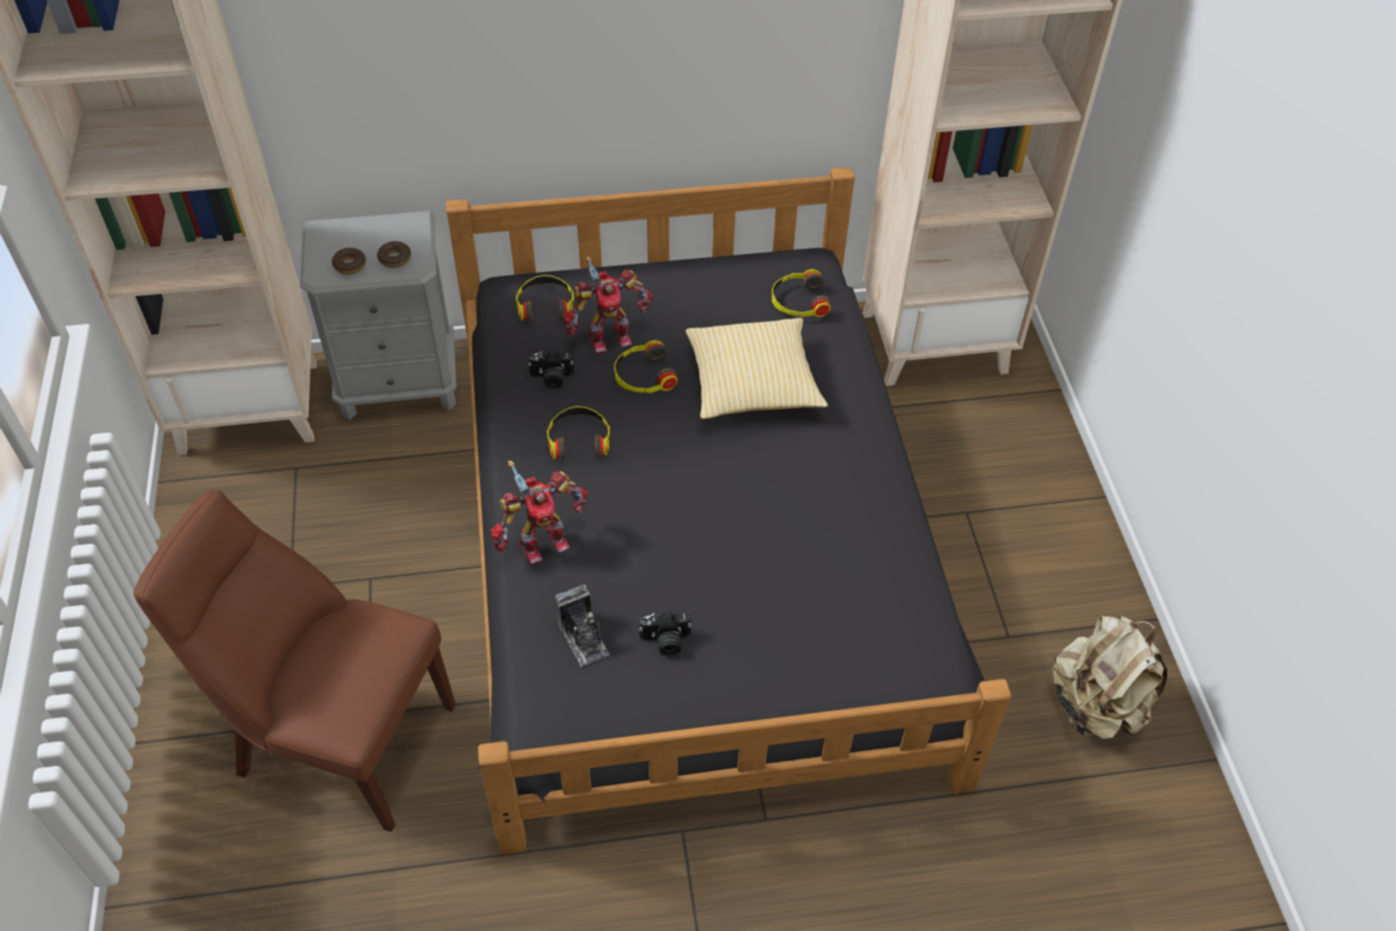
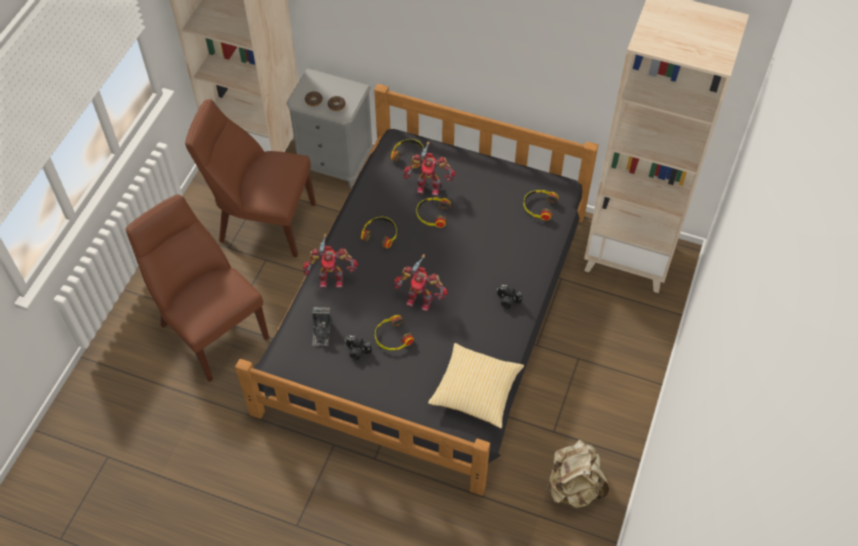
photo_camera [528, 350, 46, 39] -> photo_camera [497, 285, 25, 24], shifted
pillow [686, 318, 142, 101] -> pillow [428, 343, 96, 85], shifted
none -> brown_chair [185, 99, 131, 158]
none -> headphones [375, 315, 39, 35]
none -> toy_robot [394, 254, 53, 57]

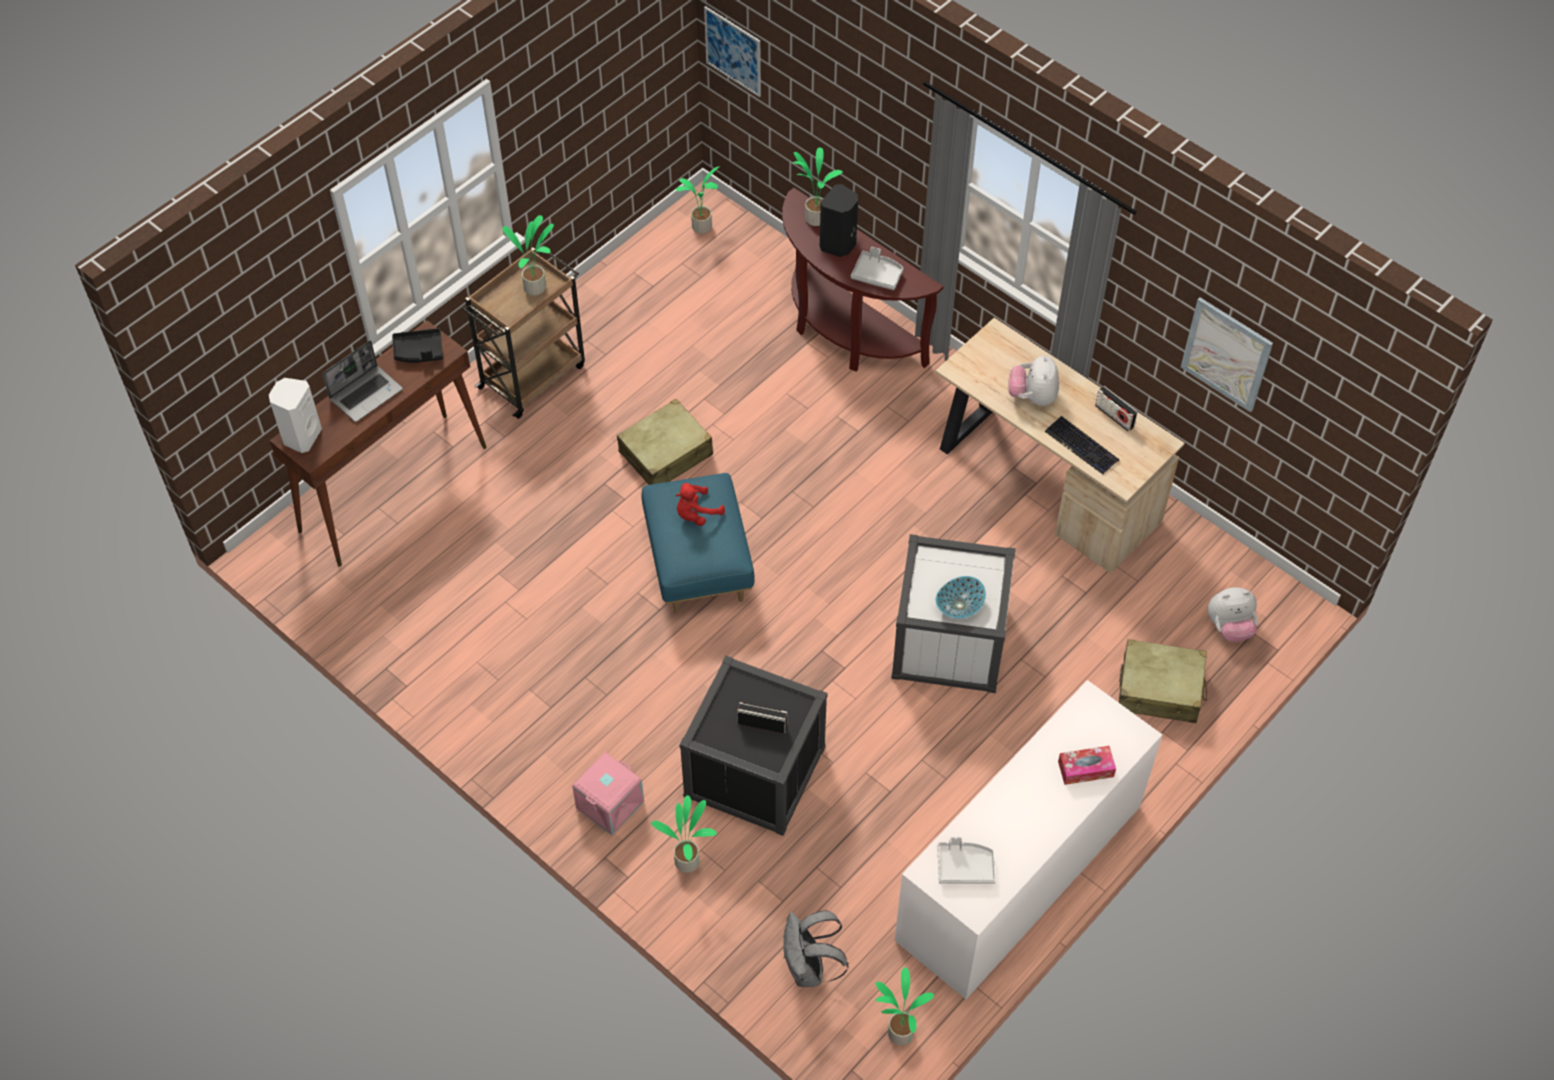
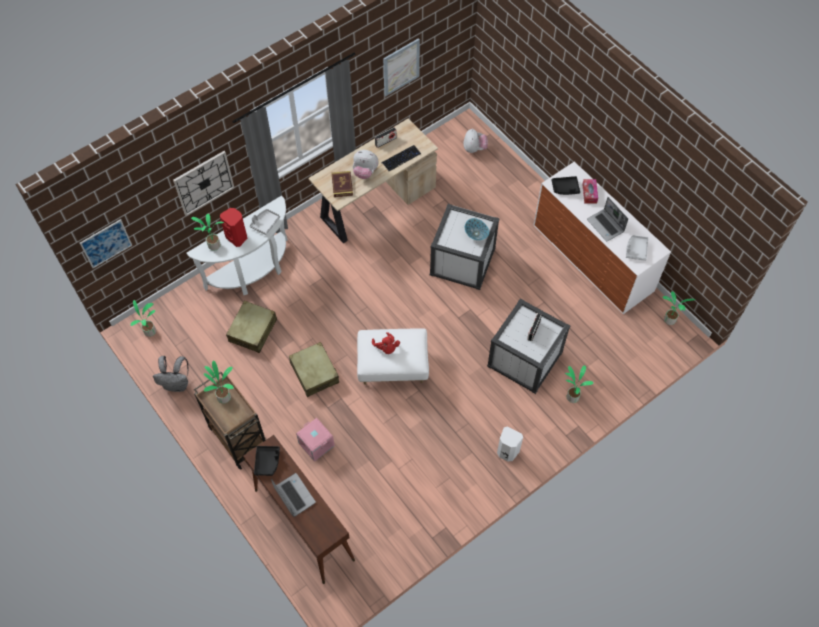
white_speaker [269, 378, 53, 75] -> white_speaker [497, 426, 26, 36], shifted
pink_storage_box [572, 752, 72, 83] -> pink_storage_box [296, 418, 39, 44], shifted
blue_ottoman [642, 473, 113, 140] -> white_ottoman [357, 328, 72, 57]
black_storage_box [679, 655, 149, 181] -> white_storage_box [487, 298, 83, 96]
brown_console_table [782, 188, 162, 184] -> white_console_table [187, 196, 101, 99]
grey_backpack [783, 911, 66, 76] -> grey_backpack [153, 356, 35, 36], shifted
black_speaker [820, 184, 38, 73] -> red_speaker [220, 208, 27, 39]
beige_suitcase [1119, 639, 88, 84] -> beige_suitcase [226, 301, 51, 52], shifted
none -> wall_clock [173, 151, 62, 65]
none -> book [332, 171, 21, 26]
none -> black_tray [552, 176, 28, 19]
none -> laptop [587, 197, 41, 44]

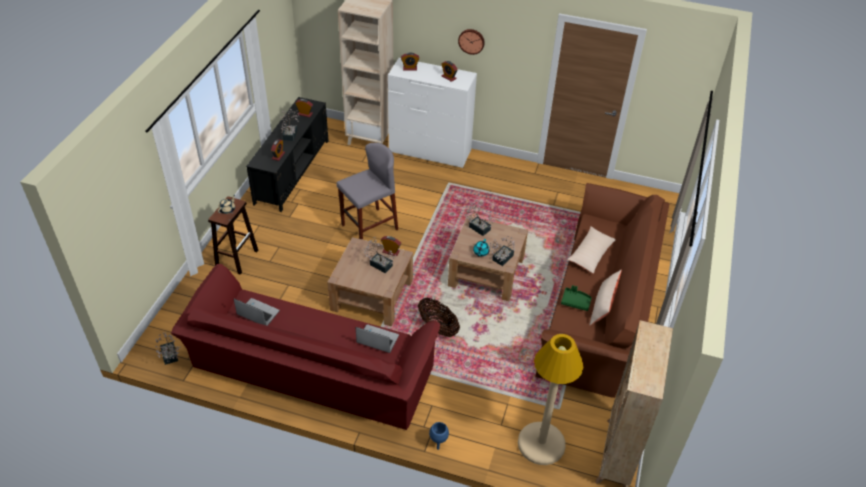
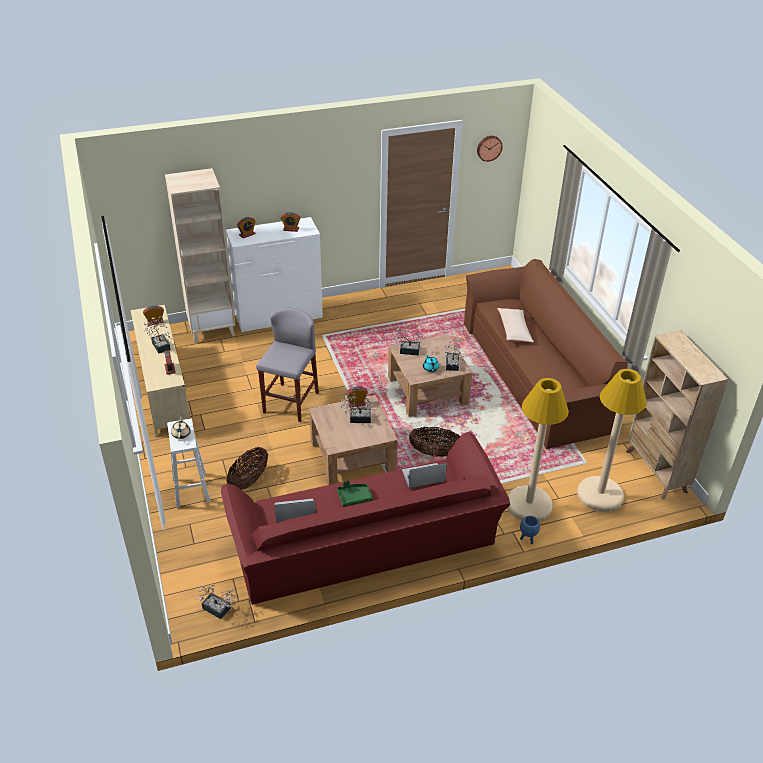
brown_stool [208, 196, 50, 79] -> white_stool [167, 419, 43, 89]
black_tv_stand [246, 97, 83, 115] -> beige_tv_stand [131, 305, 59, 131]
wall_clock [458, 29, 27, 26] -> wall_clock [477, 136, 26, 26], shifted
green_tray [561, 285, 31, 26] -> green_tray [337, 481, 36, 26], shifted
beige_pillow [589, 270, 33, 56] -> none
none -> basket [226, 447, 42, 43]
none -> beige_floor_lamp [507, 378, 62, 143]

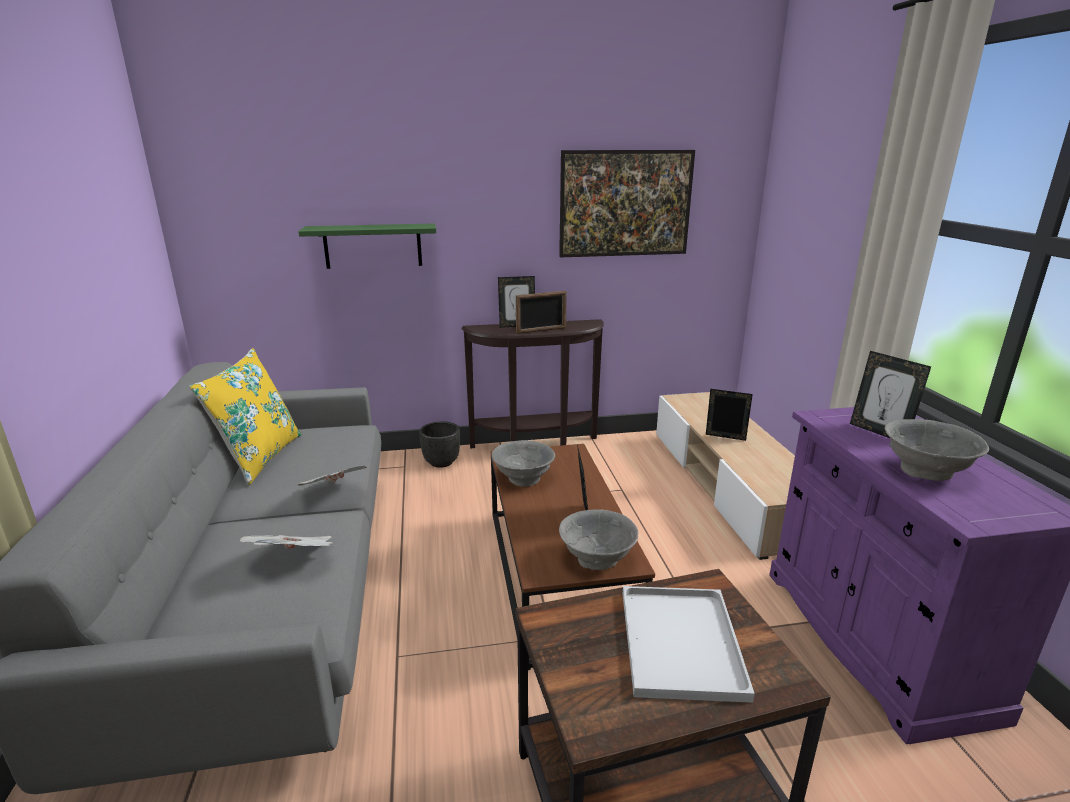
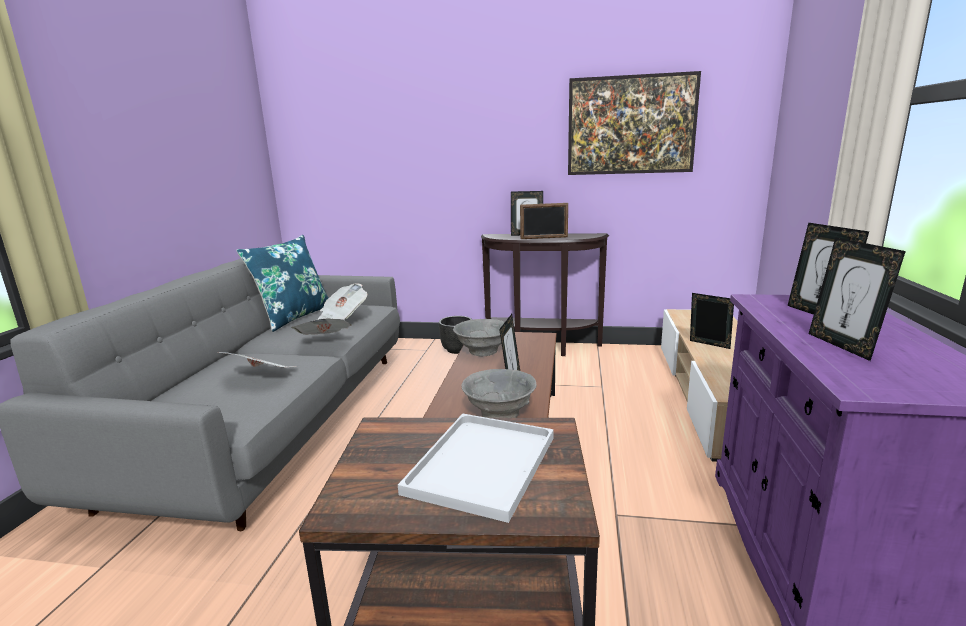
yellow_pillow [189, 348, 112, 137] -> blue_pillow [236, 235, 93, 97]
green_shelf [298, 223, 138, 46] -> none
grey_bowl [885, 419, 104, 62] -> picture_frame [808, 237, 98, 124]
none -> newspaper [317, 283, 50, 37]

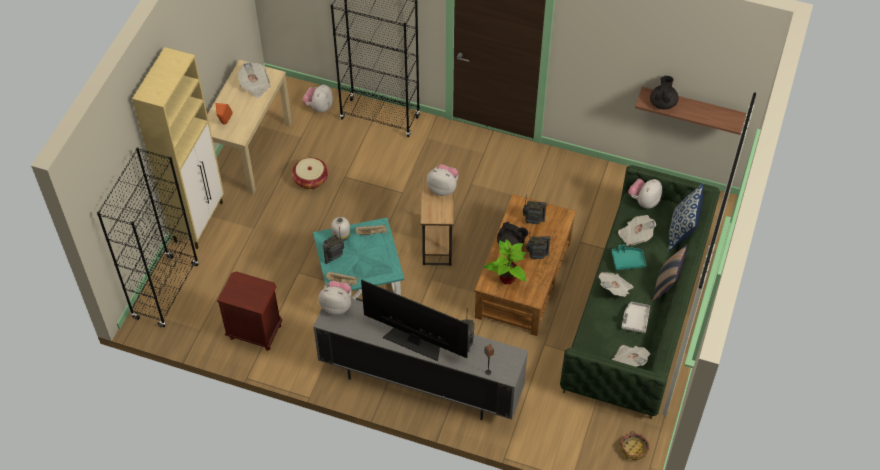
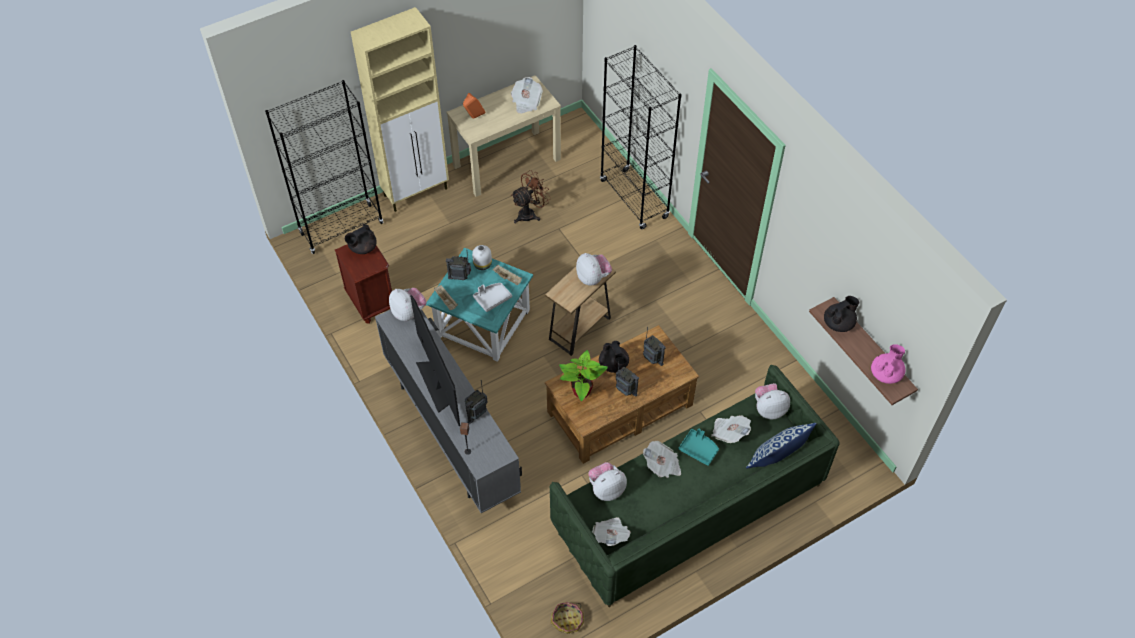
basket [292, 158, 36, 31] -> brown_fan [511, 170, 40, 53]
plush_toy [302, 84, 31, 28] -> plush_toy [588, 462, 39, 39], shifted
grey_tray [621, 302, 29, 31] -> grey_tray [473, 283, 39, 29], shifted
pillow [652, 244, 35, 58] -> none
none -> black_teapot [345, 224, 32, 30]
none -> pink_teapot [871, 344, 34, 40]

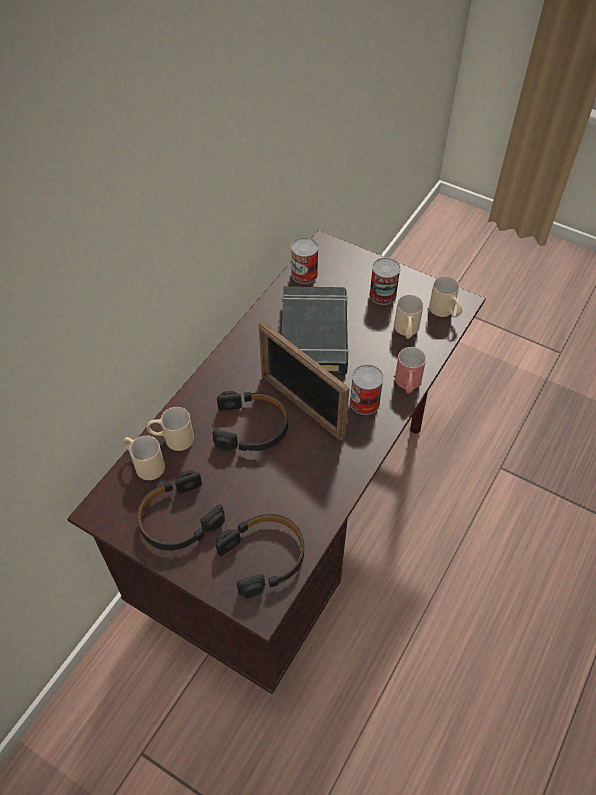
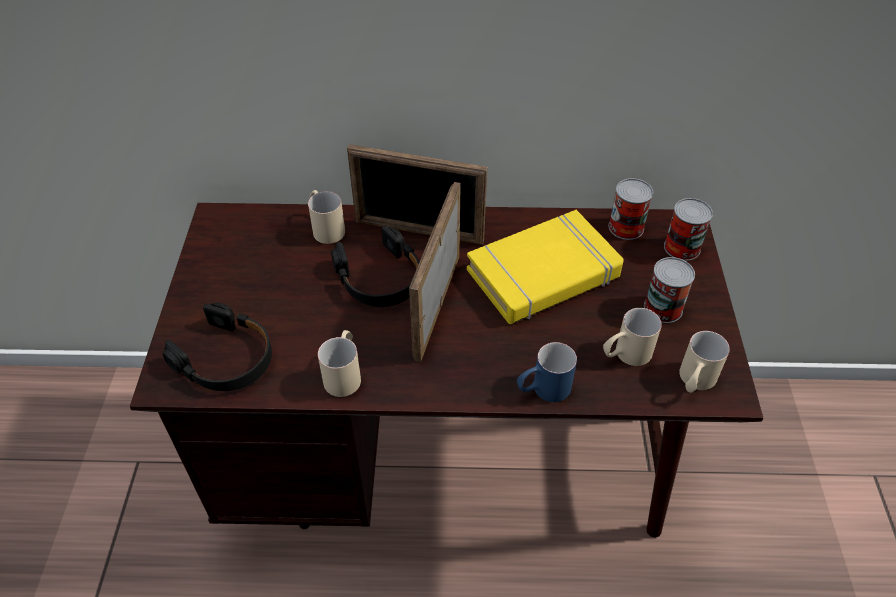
beige_mug [123, 436, 42, 44] -> beige_mug [318, 330, 43, 67], shifted
black_headphones [137, 470, 88, 80] -> none
black_book [282, 286, 67, 89] -> yellow_book [467, 210, 157, 114]
can [350, 364, 34, 51] -> can [664, 198, 49, 63], shifted
red_mug [395, 347, 31, 46] -> blue_mug [517, 342, 60, 60]
none -> picture_frame [347, 144, 141, 101]

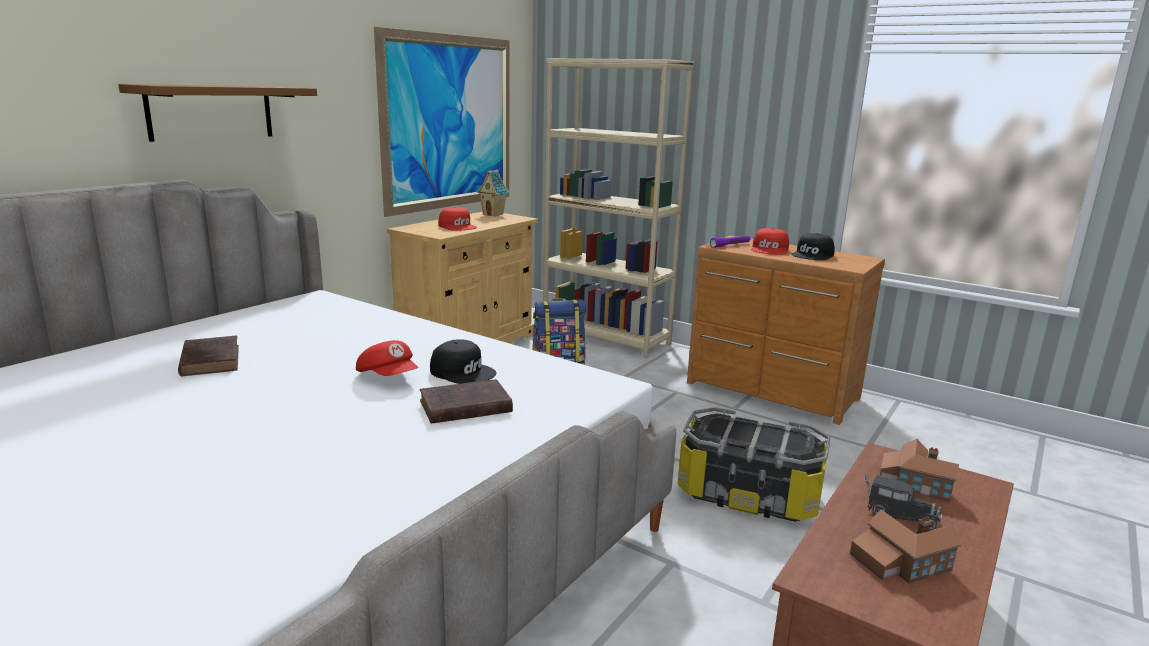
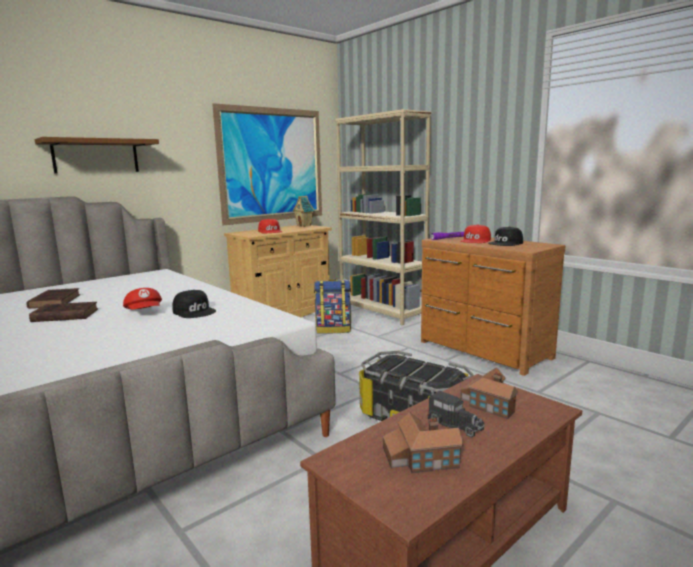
brown_book [420, 379, 93, 45] -> brown_book [29, 302, 69, 20], shifted

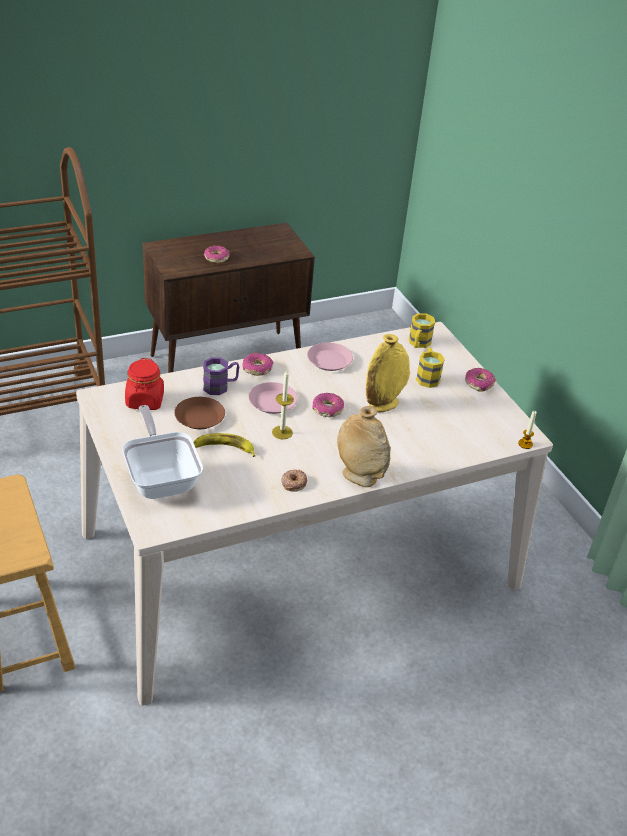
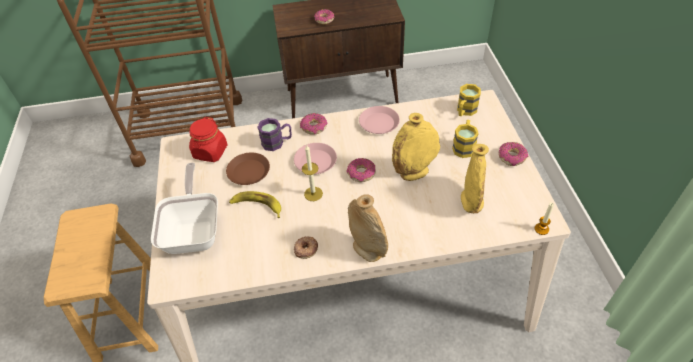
none -> yellow_vase [461, 144, 28, 69]

